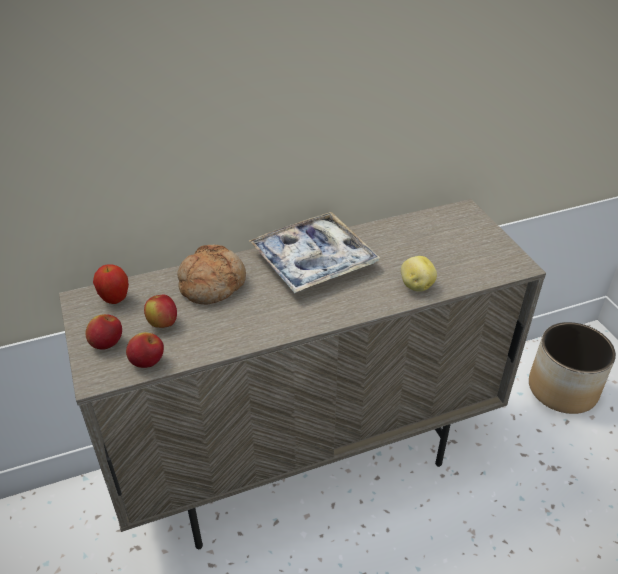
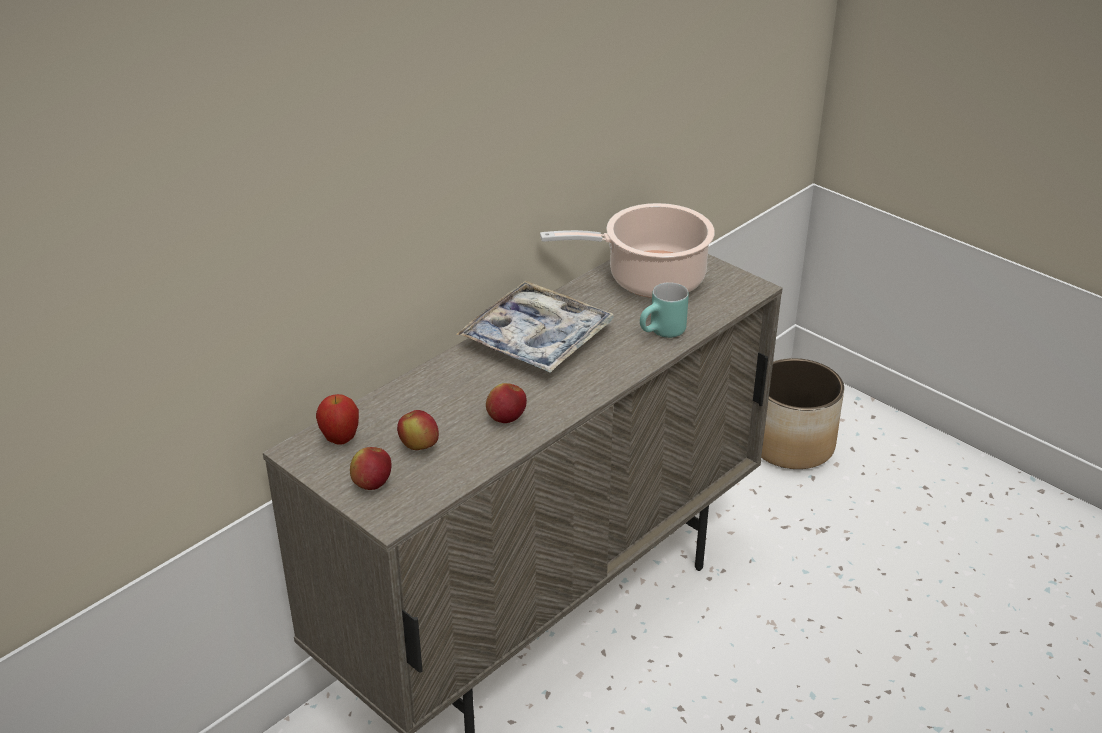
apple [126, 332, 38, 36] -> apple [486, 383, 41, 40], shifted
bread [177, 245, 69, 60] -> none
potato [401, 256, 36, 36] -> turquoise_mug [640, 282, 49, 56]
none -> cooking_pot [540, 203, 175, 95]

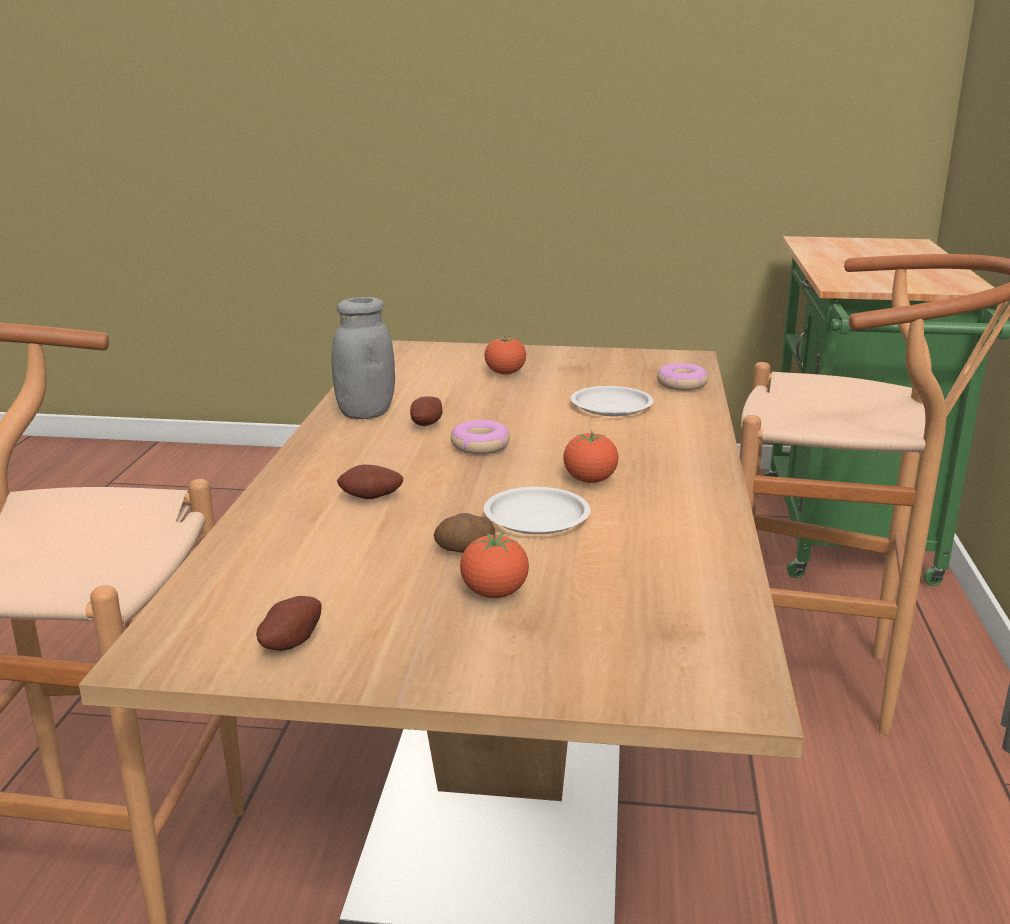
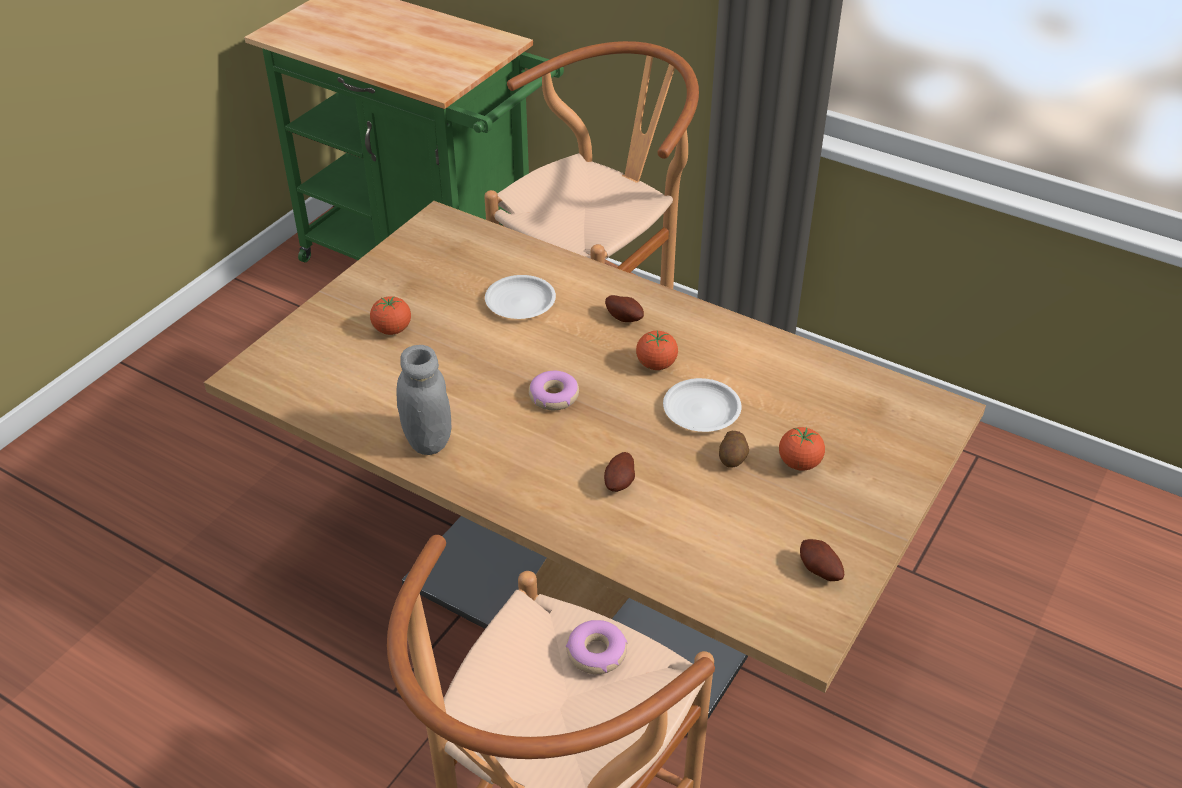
potato [410, 397, 33, 29] -> potato [605, 295, 39, 27], shifted
donut [657, 363, 51, 28] -> donut [566, 620, 61, 54], shifted

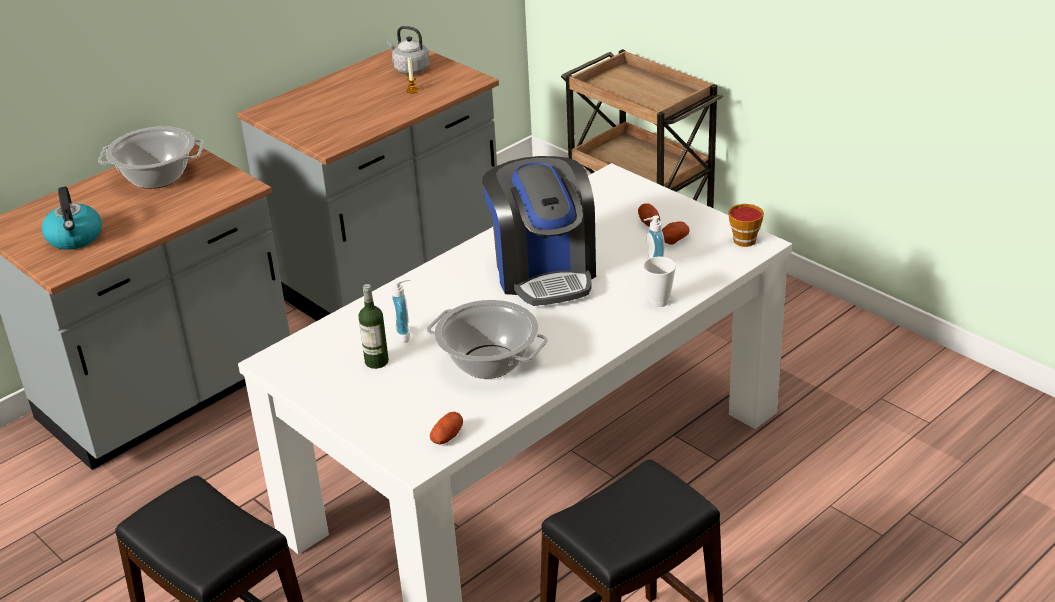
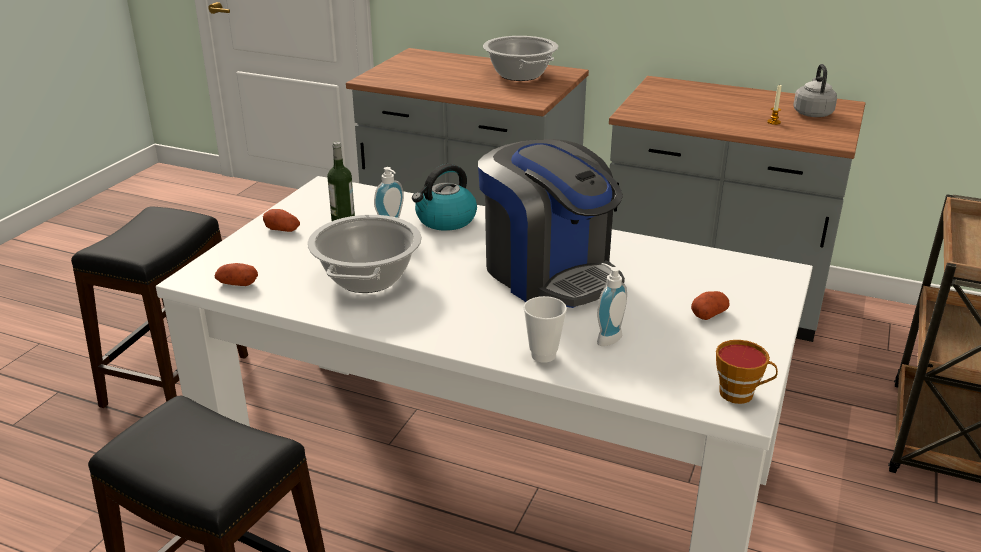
kettle [42, 186, 60, 64] -> kettle [412, 164, 65, 67], shifted
coffee_machine [483, 156, 113, 150] -> coffee_machine [478, 139, 147, 169], 90 degrees counterclockwise
potato [662, 221, 28, 24] -> potato [263, 209, 37, 23], shifted

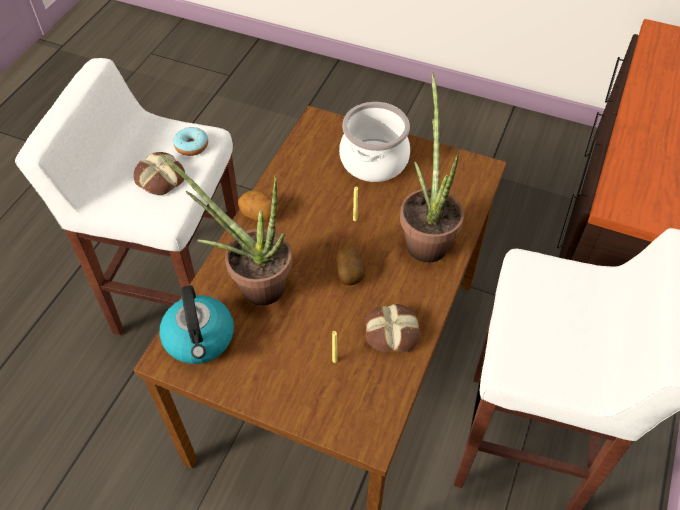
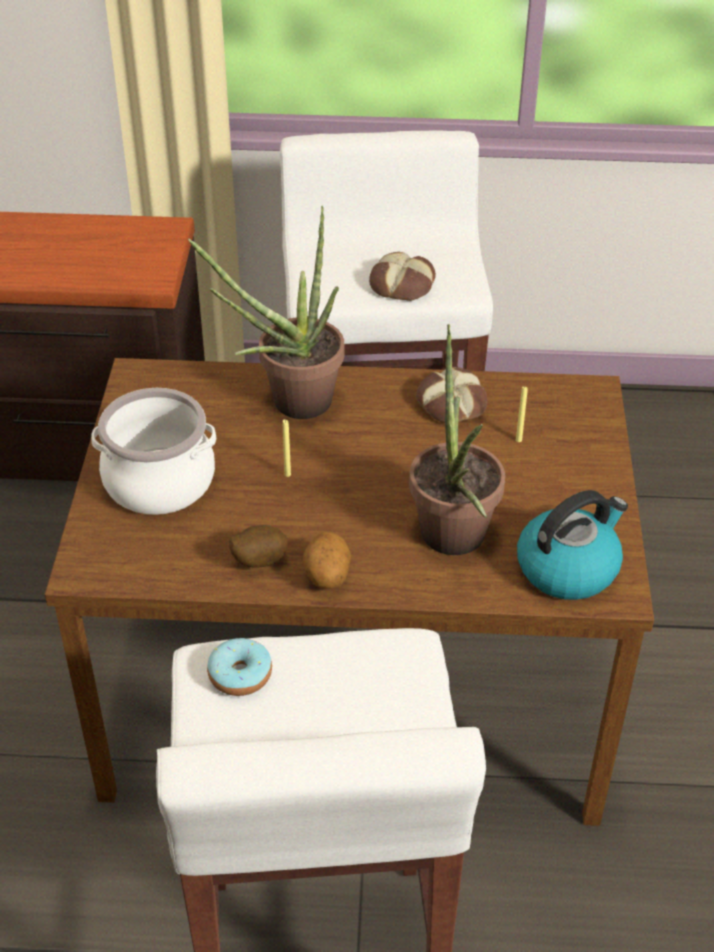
bread [134, 152, 51, 43] -> bread [369, 252, 67, 49], shifted
potato [336, 246, 29, 39] -> potato [229, 525, 59, 43], shifted

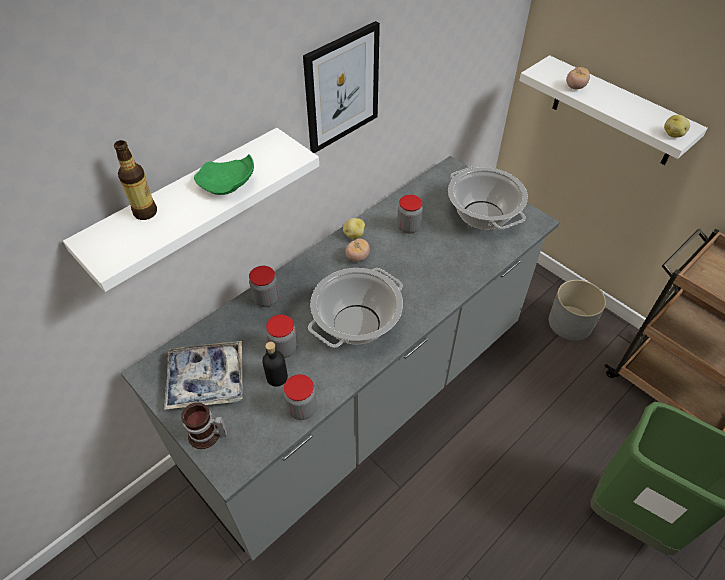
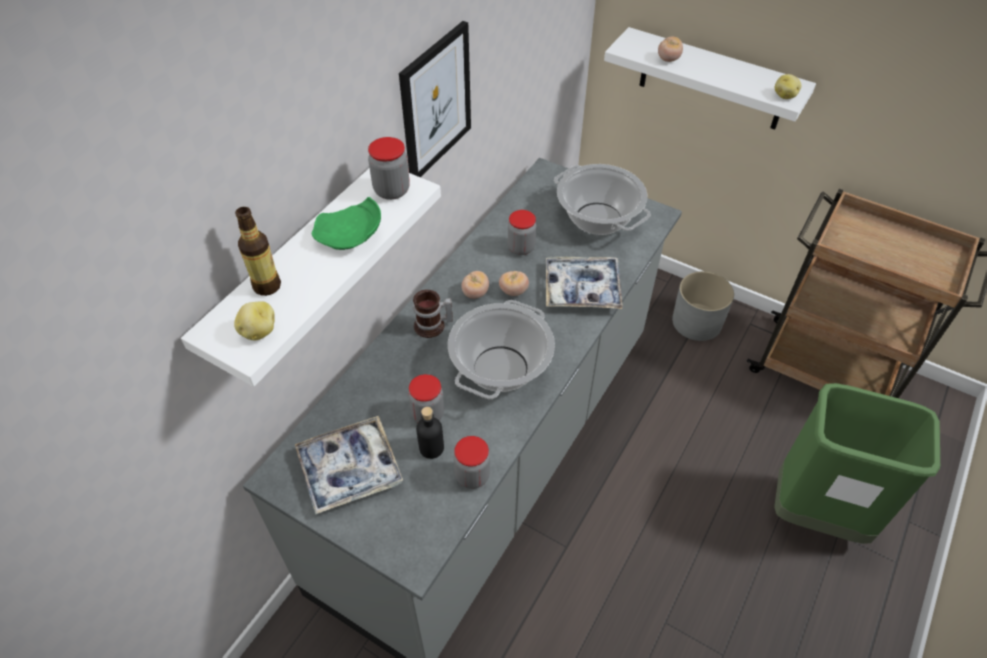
mug [181, 402, 47, 47] -> mug [413, 290, 40, 48], shifted
jar [249, 266, 30, 41] -> jar [368, 137, 42, 63], shifted
potato [343, 218, 22, 21] -> potato [234, 301, 41, 39], shifted
none -> tomato [499, 271, 30, 25]
none -> tray [546, 256, 76, 53]

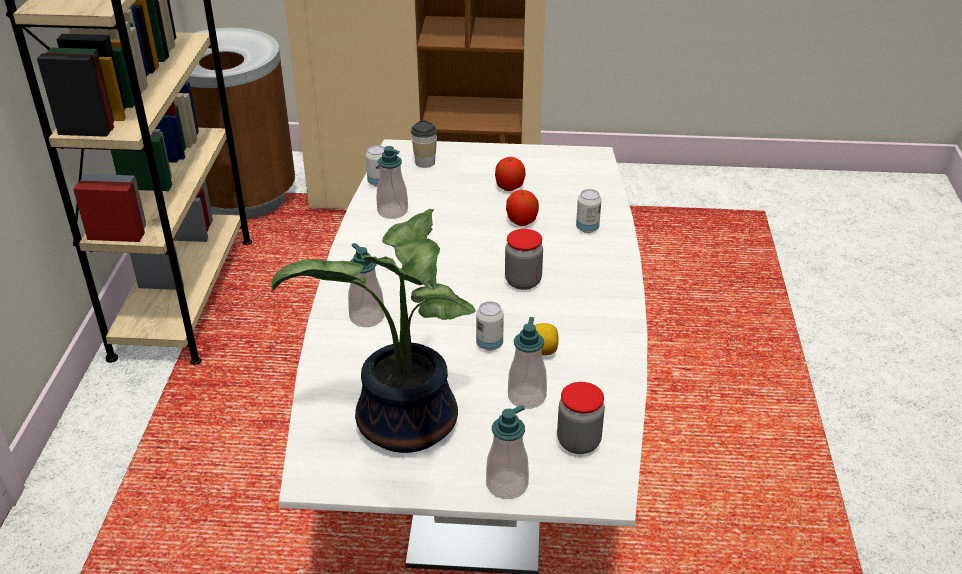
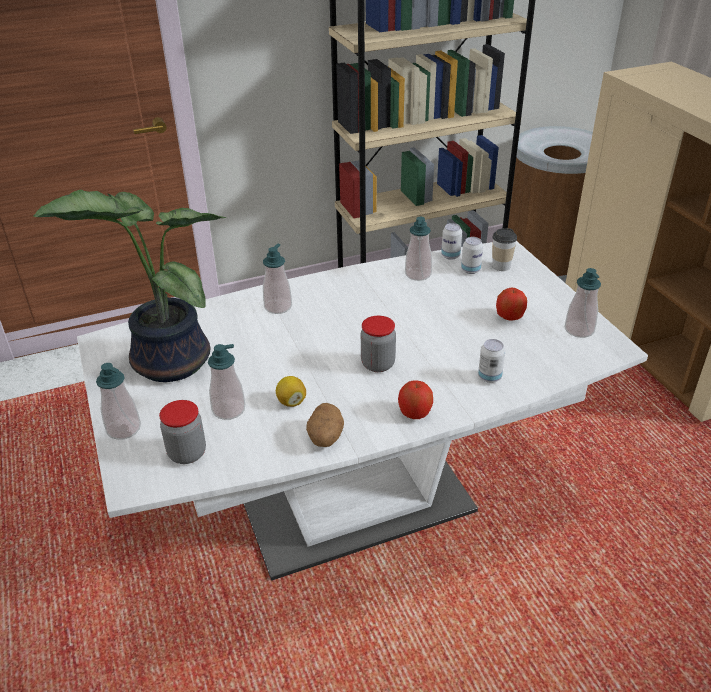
can [476, 301, 28, 50] -> can [461, 237, 22, 37], shifted
apple [506, 190, 33, 36] -> apple [398, 380, 35, 39], shifted
none -> potato [306, 403, 38, 44]
none -> soap_dispenser [565, 268, 36, 70]

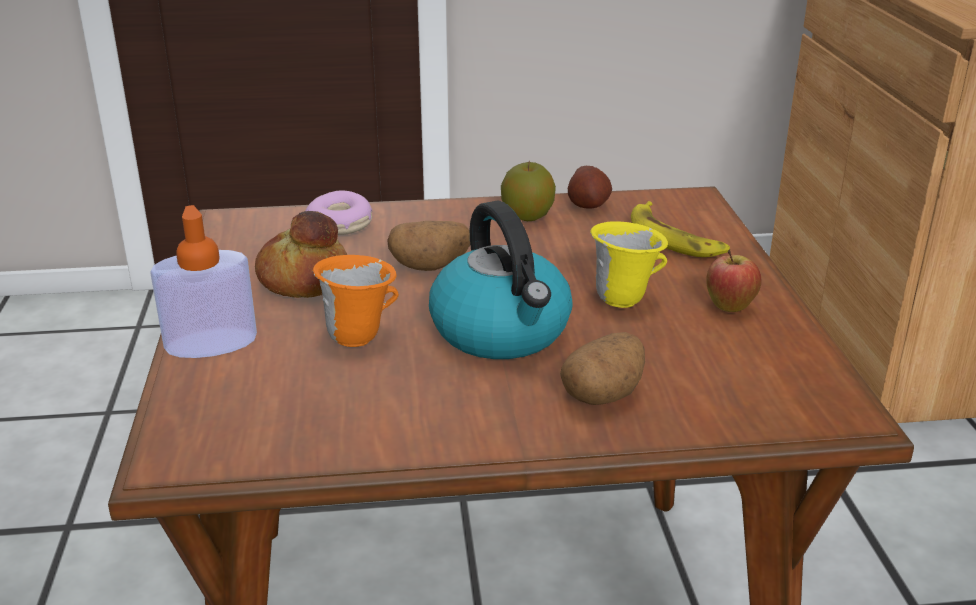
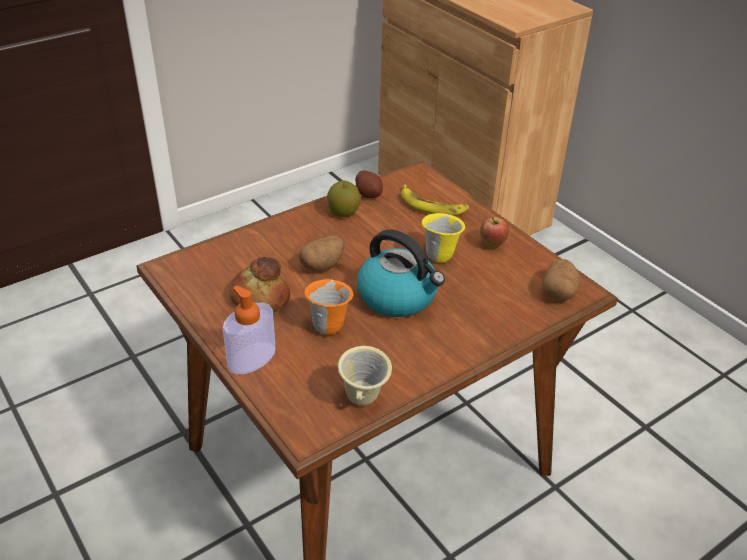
donut [306, 191, 66, 44] -> none
potato [560, 332, 85, 73] -> potato [542, 259, 39, 42], shifted
none -> beige_mug [338, 346, 54, 59]

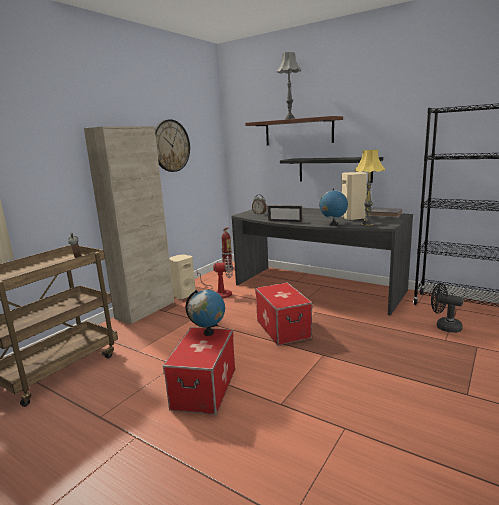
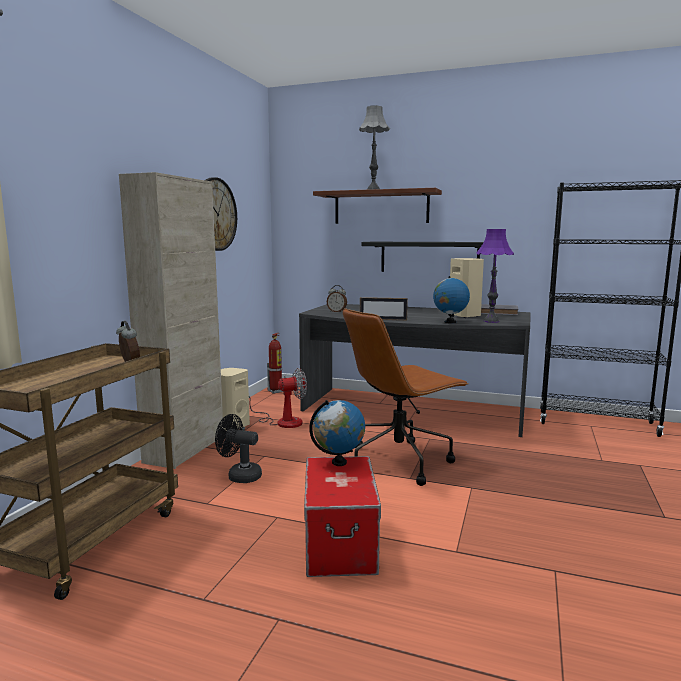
storage_box [255, 283, 58, 63] -> brown_office_chair [343, 308, 125, 178]
yellow_table_lamp [355, 150, 30, 76] -> purple_table_lamp [476, 229, 38, 94]
black_fan [431, 283, 33, 50] -> black_fan [215, 414, 47, 69], shifted

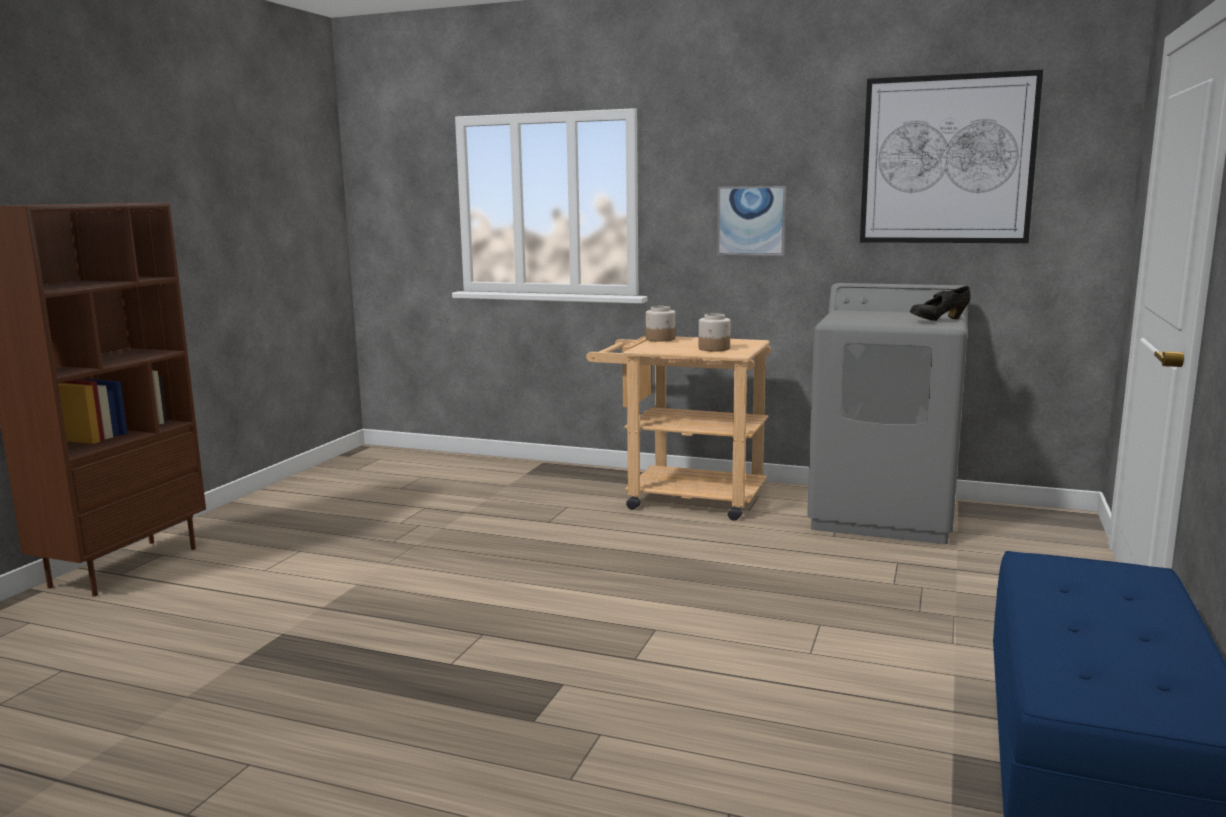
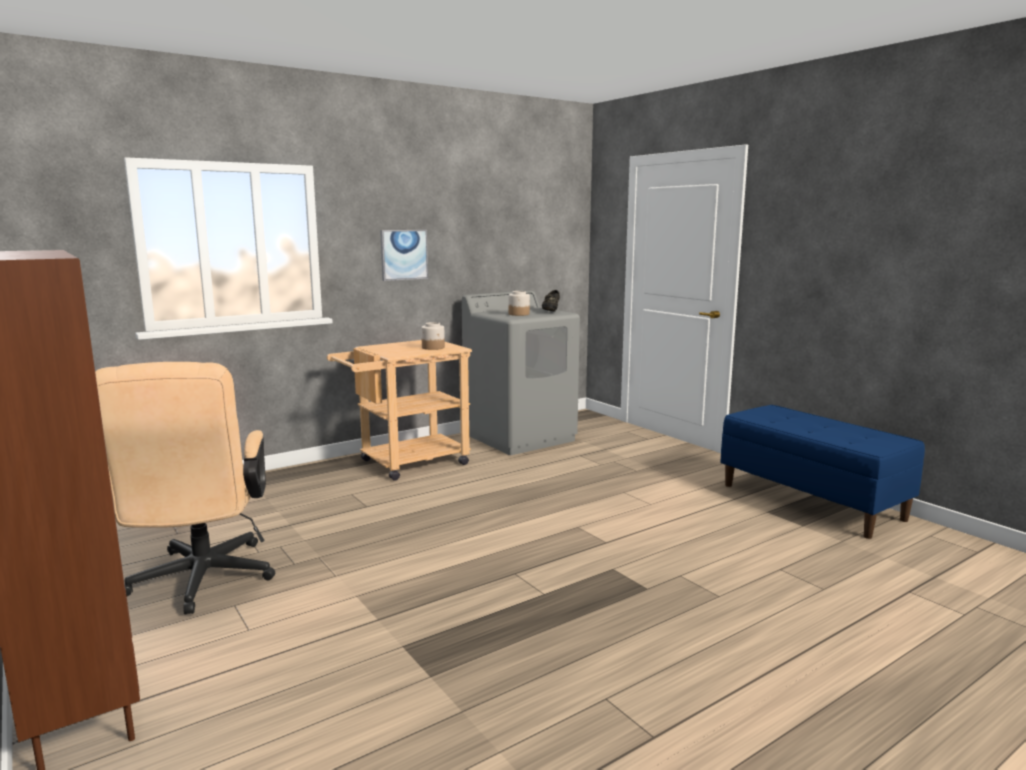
jar [646, 306, 30, 35] -> jar [509, 291, 21, 25], shifted
picture [860, 70, 183, 173] -> none
none -> beige_office_chair [95, 362, 180, 252]

